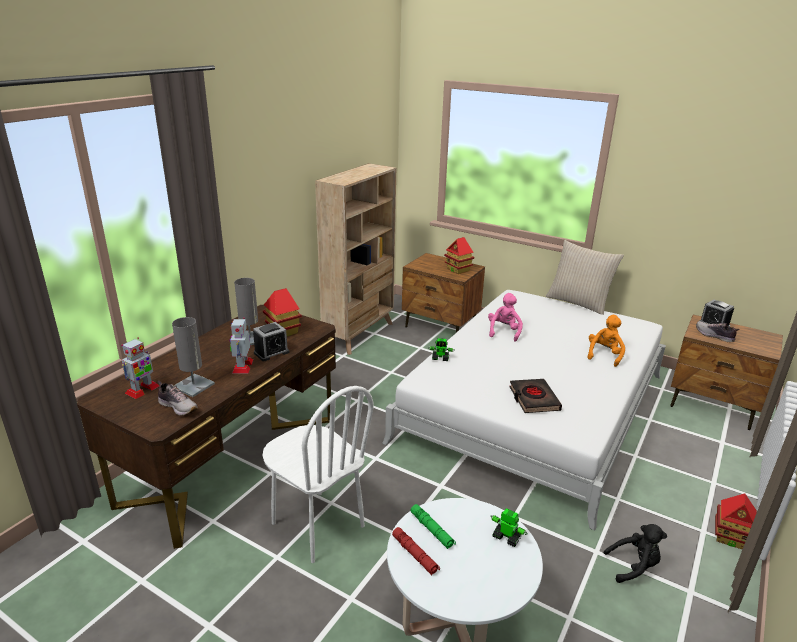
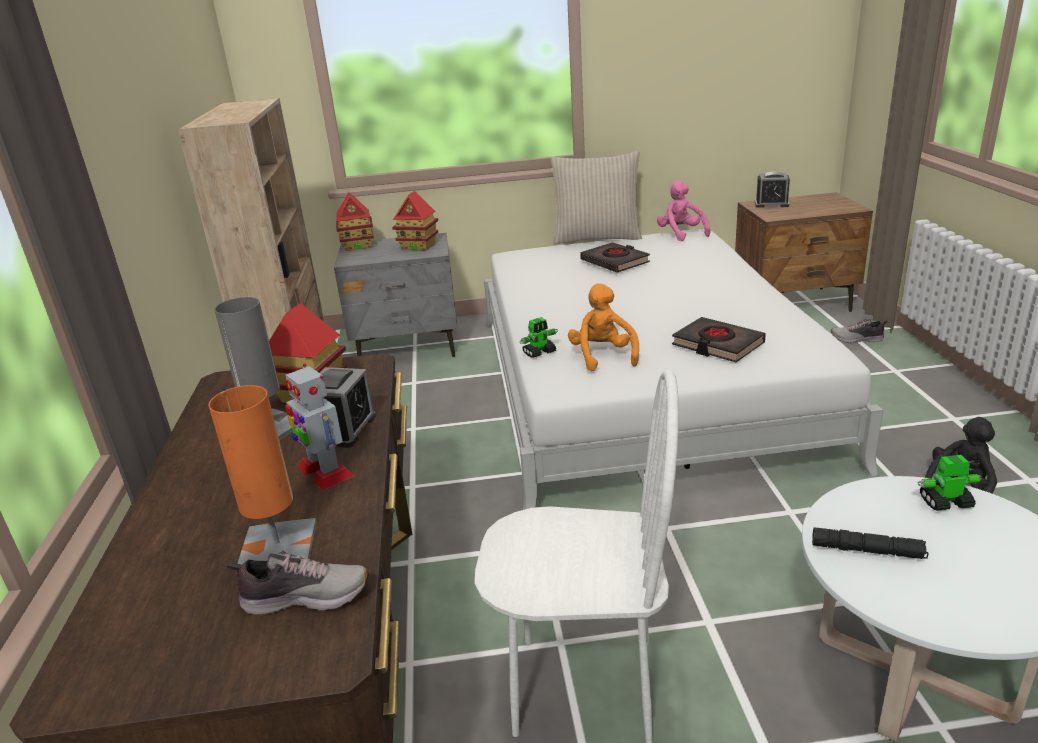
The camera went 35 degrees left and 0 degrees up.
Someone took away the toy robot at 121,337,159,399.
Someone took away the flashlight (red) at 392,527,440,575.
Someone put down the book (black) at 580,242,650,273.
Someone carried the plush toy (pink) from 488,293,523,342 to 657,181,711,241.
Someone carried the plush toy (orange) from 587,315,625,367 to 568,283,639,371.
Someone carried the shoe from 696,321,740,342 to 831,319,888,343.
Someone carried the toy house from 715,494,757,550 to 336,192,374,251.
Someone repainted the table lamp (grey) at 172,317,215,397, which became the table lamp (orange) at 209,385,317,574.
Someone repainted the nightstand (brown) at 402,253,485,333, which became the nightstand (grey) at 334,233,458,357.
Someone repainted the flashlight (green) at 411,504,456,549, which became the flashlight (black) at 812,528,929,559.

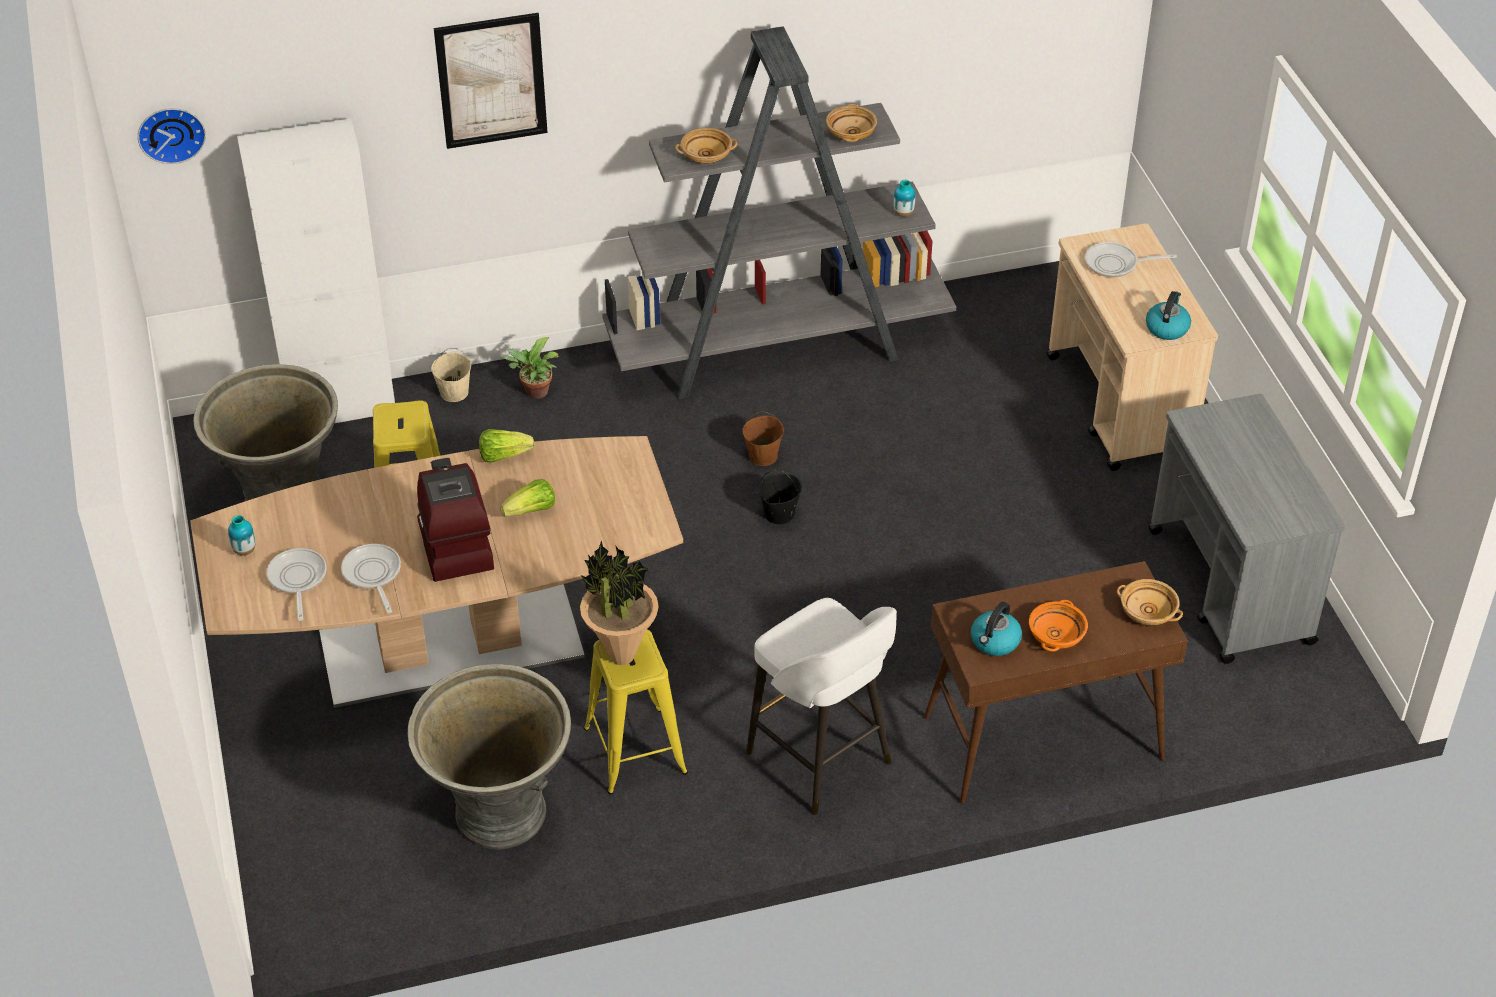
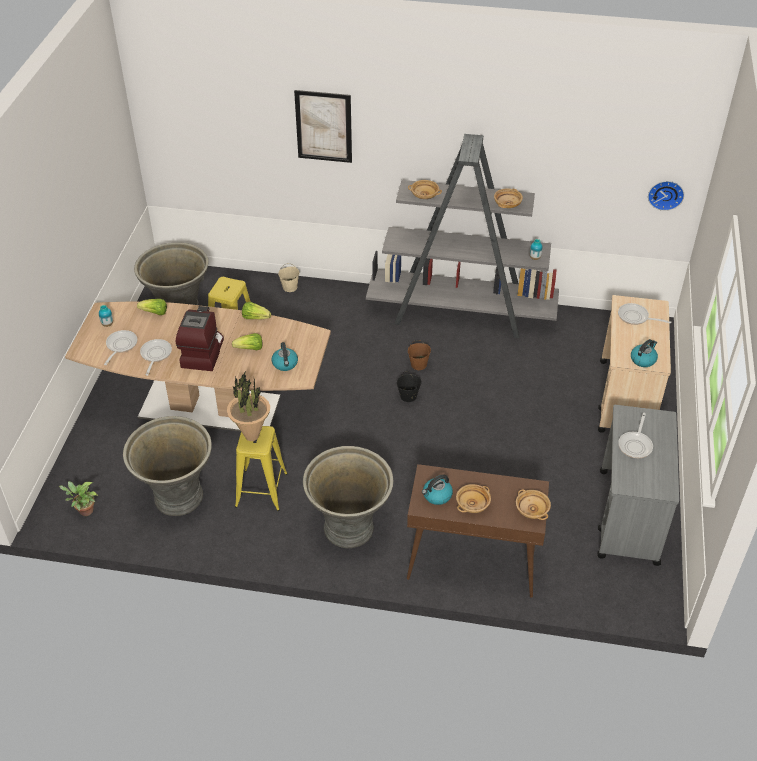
The camera went 25 degrees right and 0 degrees up.
Someone took away the cabinet (white) at 237,118,395,423.
Someone put down the lettuce at 137,299,167,315.
Someone put down the kettle at 272,342,298,371.
Someone put down the frying pan at 618,413,653,458.
Someone carried the wall clock from 138,108,206,164 to 648,181,684,211.
Someone carried the potted plant from 500,337,559,399 to 59,481,98,516.
Someone swapped the stool (white) at 746,598,897,815 for the planter (grey) at 303,446,393,548.
Someone repainted the bowl (orange) at 1029,600,1088,652, which became the bowl (beige) at 456,484,491,513.

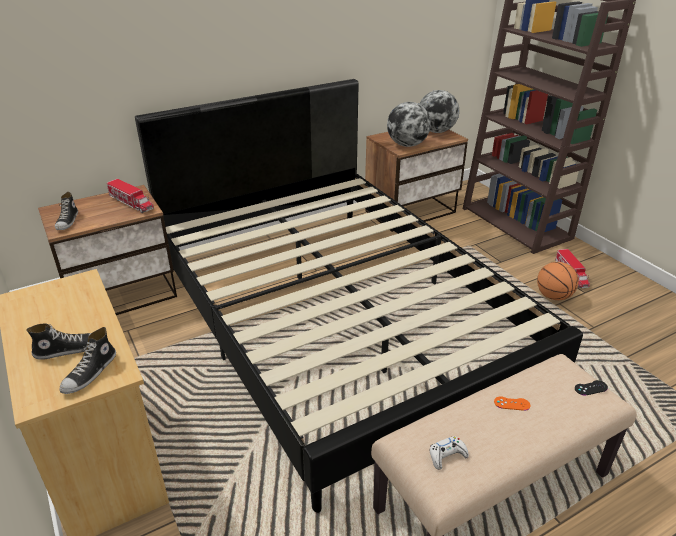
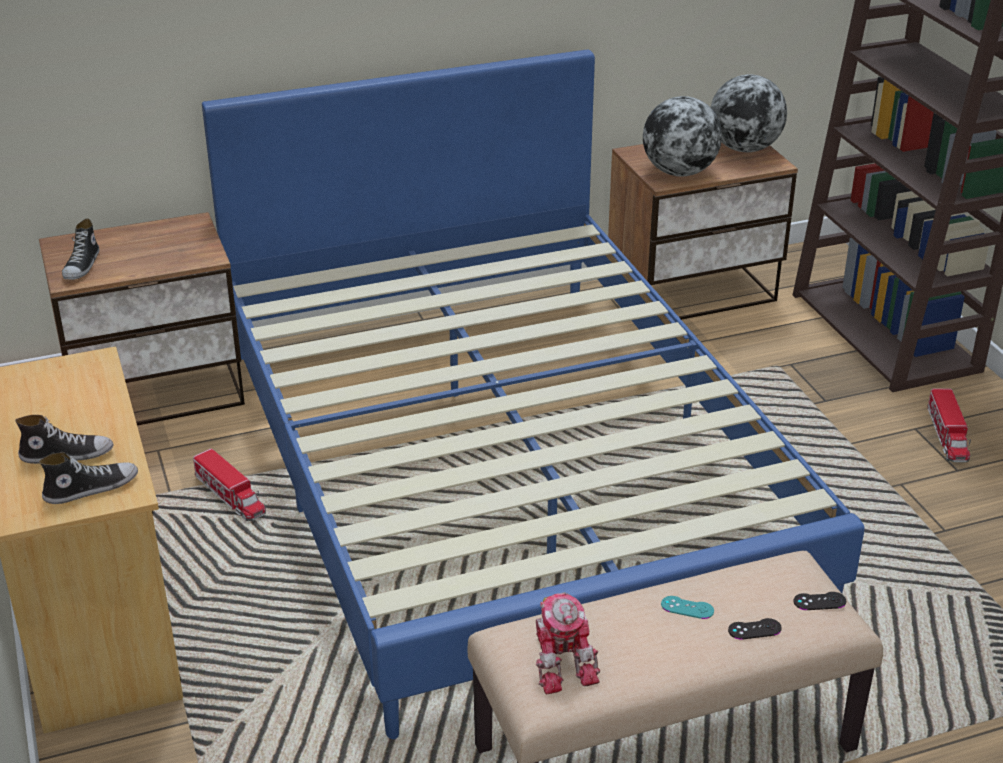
The camera went 10 degrees right and 0 degrees up.
Someone took away the basketball at 537,262,579,300.
Someone put down the game controller (black) at 728,618,782,640.
Someone carried the toy truck from 107,179,154,213 to 193,448,266,521.
Someone swapped the game controller (white) at 429,436,469,470 for the toy robot at 536,592,600,695.
Someone repainted the bed (black) at 135,79,583,513, which became the bed (blue) at 202,49,865,739.
Someone repainted the game controller (orange) at 494,396,531,411, which became the game controller (turquoise) at 661,596,714,619.
Someone rotated the shoe at 60,327,116,394 by 150 degrees counterclockwise.

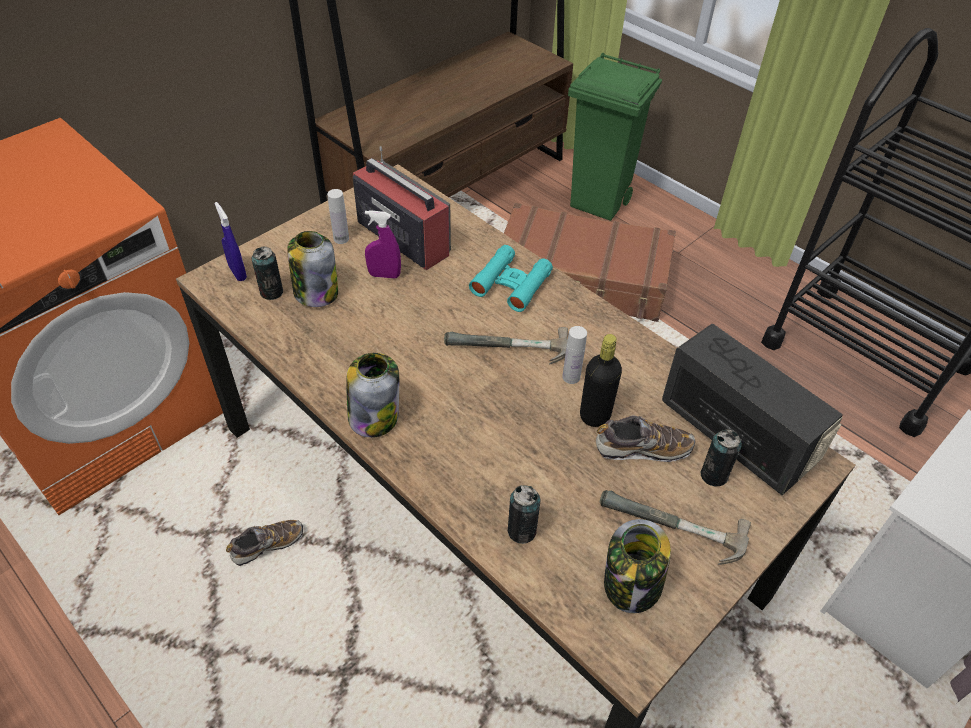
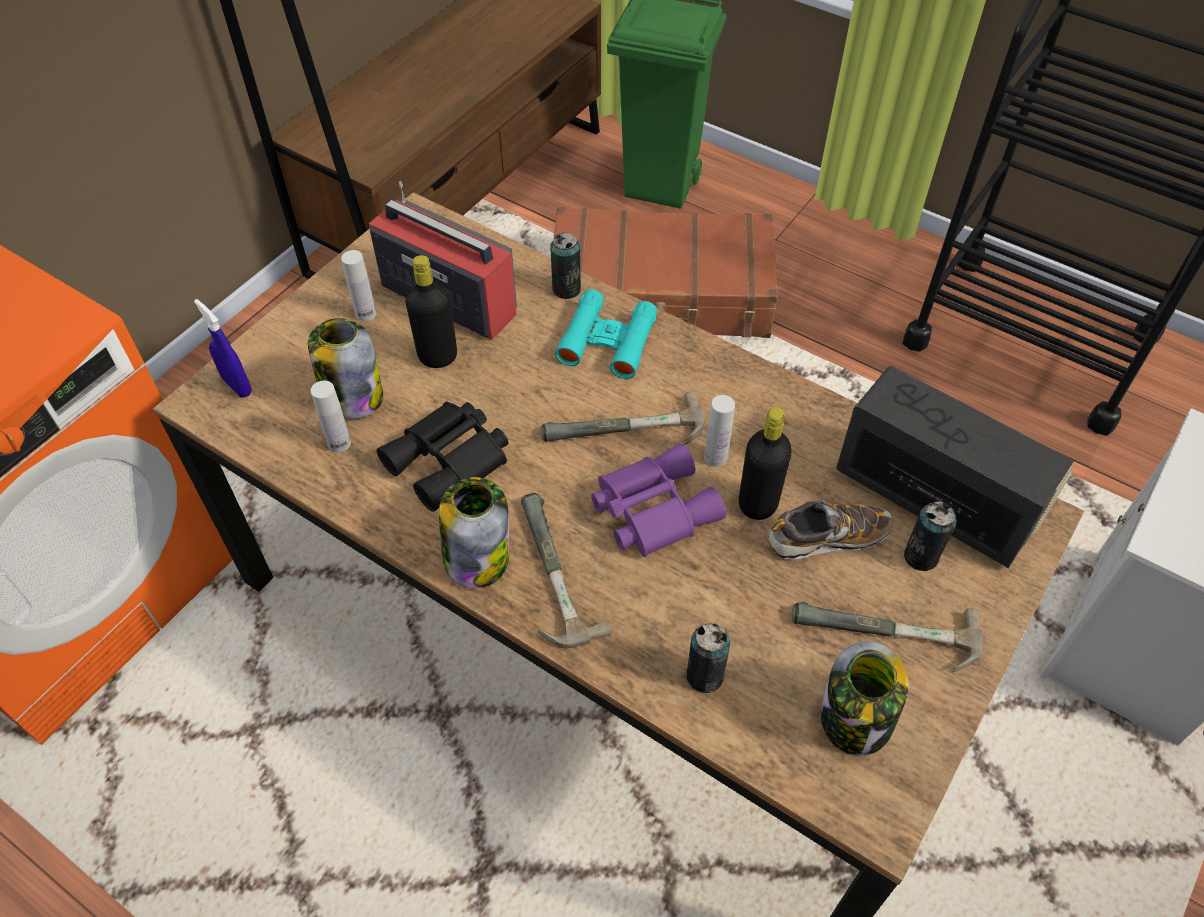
The camera went 10 degrees left and 5 degrees up.
Someone took away the shoe at 226,520,303,566.
Someone put down the bottle (white) at 311,381,351,452.
Someone put down the binoculars (black) at 377,402,508,512.
Someone put down the hammer at 521,493,612,649.
Someone put down the binoculars (purple) at 591,443,726,557.
Someone carried the can from 252,246,283,300 to 550,232,581,299.
Someone swapped the spray bottle (purple) at 365,210,401,279 for the bottle (black) at 405,255,457,368.

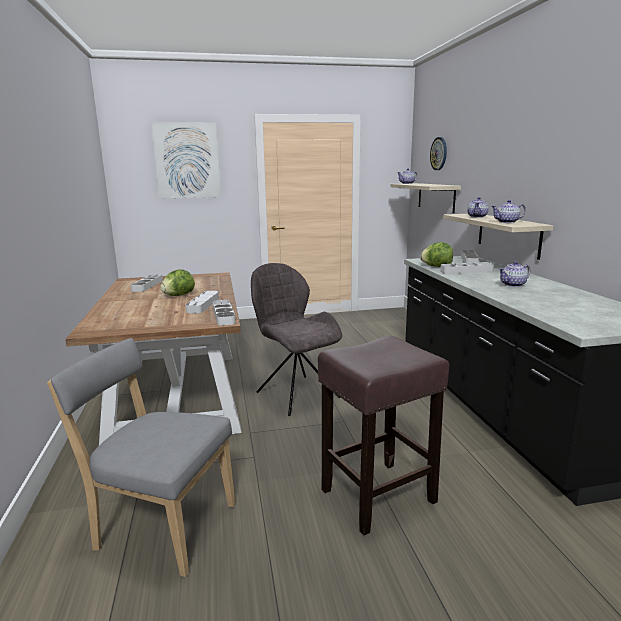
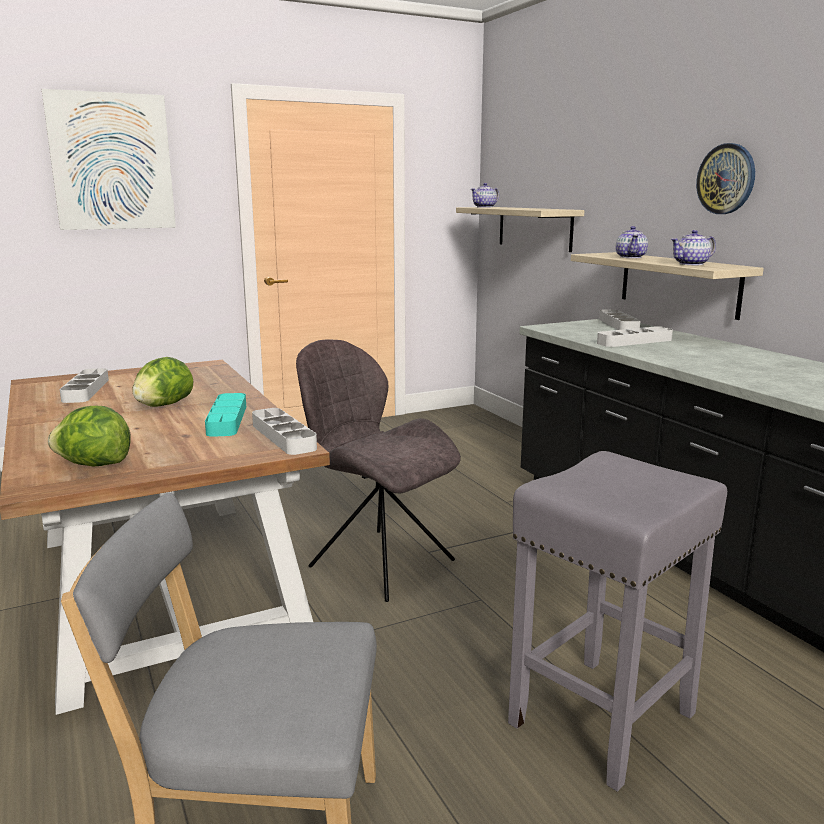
The camera went 15 degrees left and 0 degrees up.
Someone took away the teapot at 499,261,531,287.
Someone carried the lettuce from 420,242,453,267 to 48,406,131,466.
Someone carried the wall clock from 430,137,447,170 to 696,143,755,214.
Someone repainted the tray (grey) at 185,291,219,314, which became the tray (turquoise) at 205,393,246,437.
Someone repainted the stool (brown) at 318,336,449,535, which became the stool (grey) at 508,451,727,792.

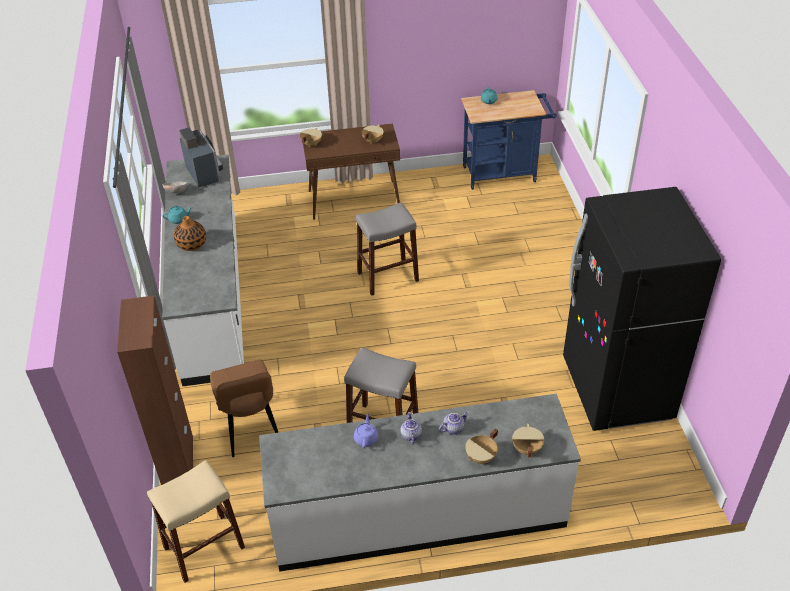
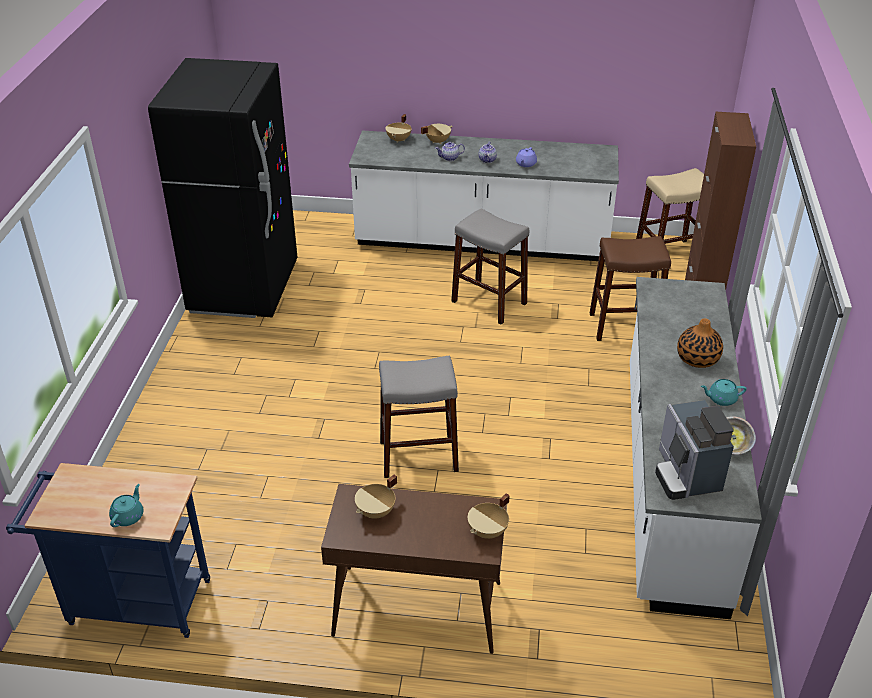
The camera went 165 degrees left and 5 degrees down.
Someone swapped the chair (brown) at 210,360,279,457 for the stool (brown) at 590,236,671,341.

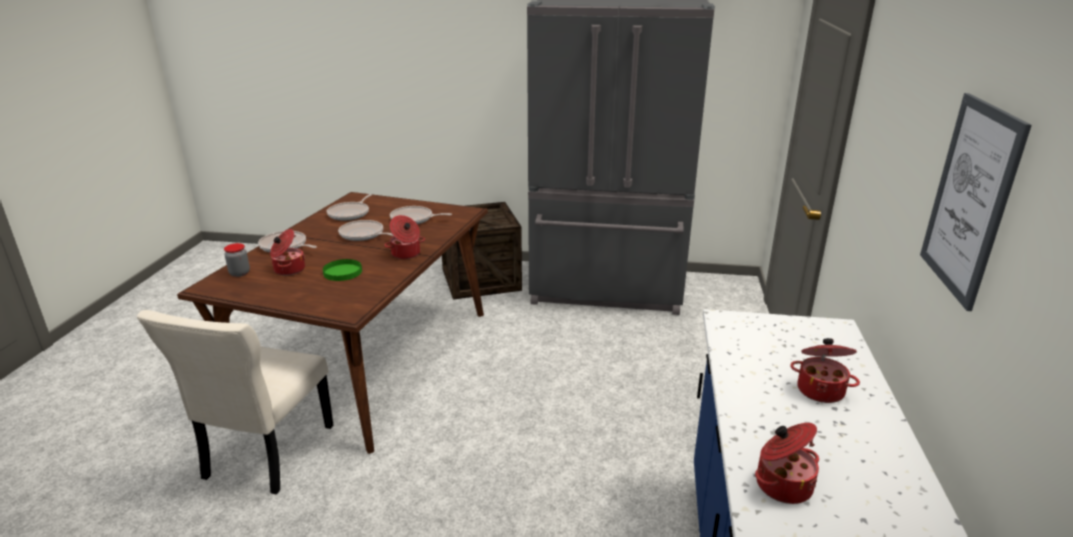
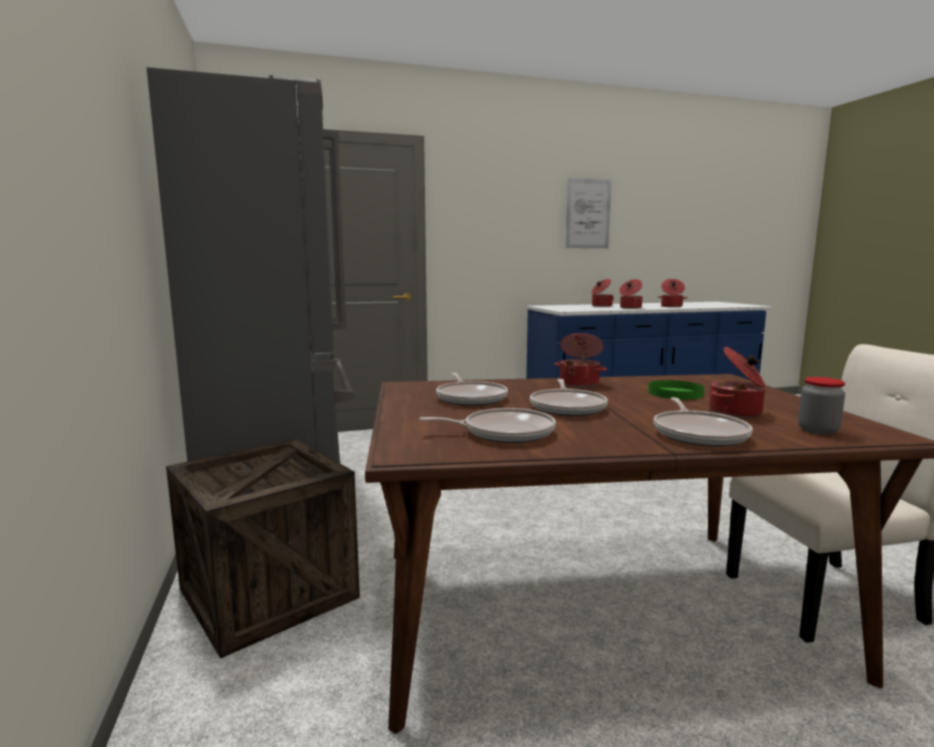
The camera went 115 degrees left and 15 degrees down.
Someone put down the cooking pot at 619,279,642,309.

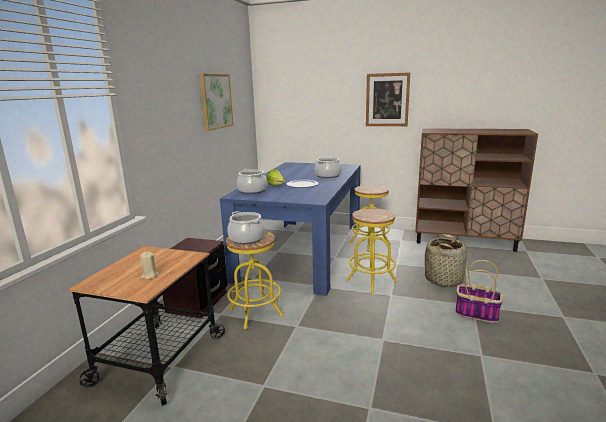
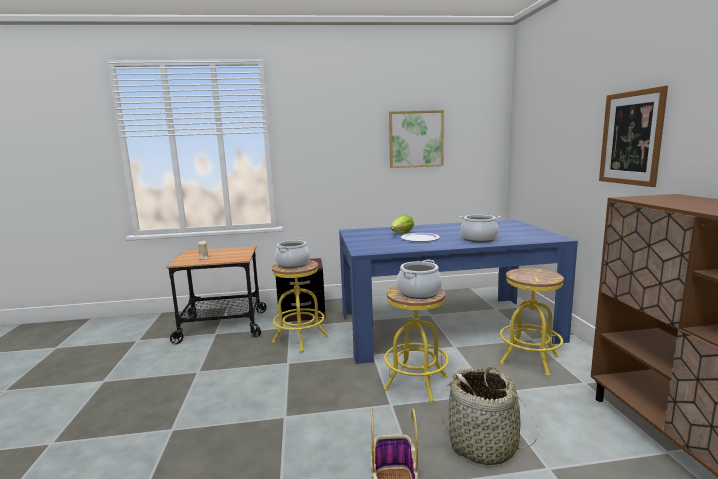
The camera went 65 degrees right and 5 degrees down.
Someone carried the cooking pot from 237,169,267,194 to 397,260,442,299.

